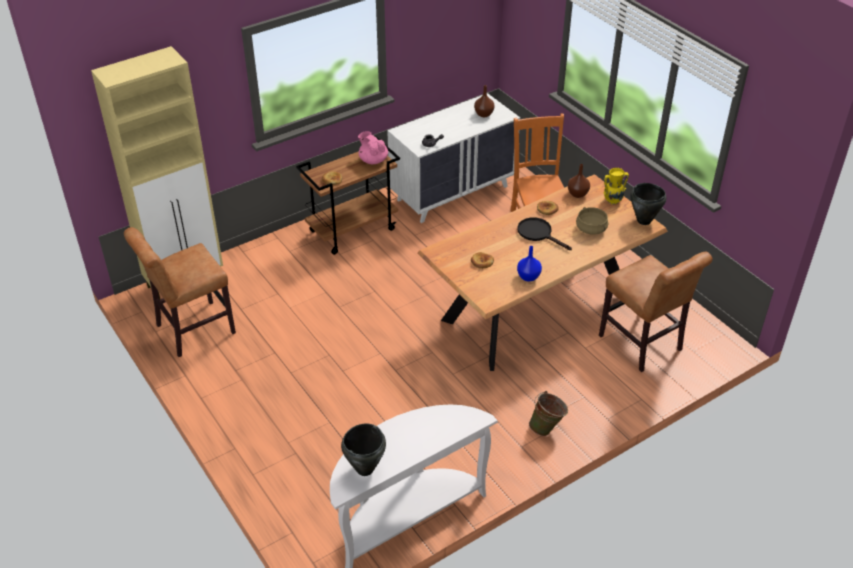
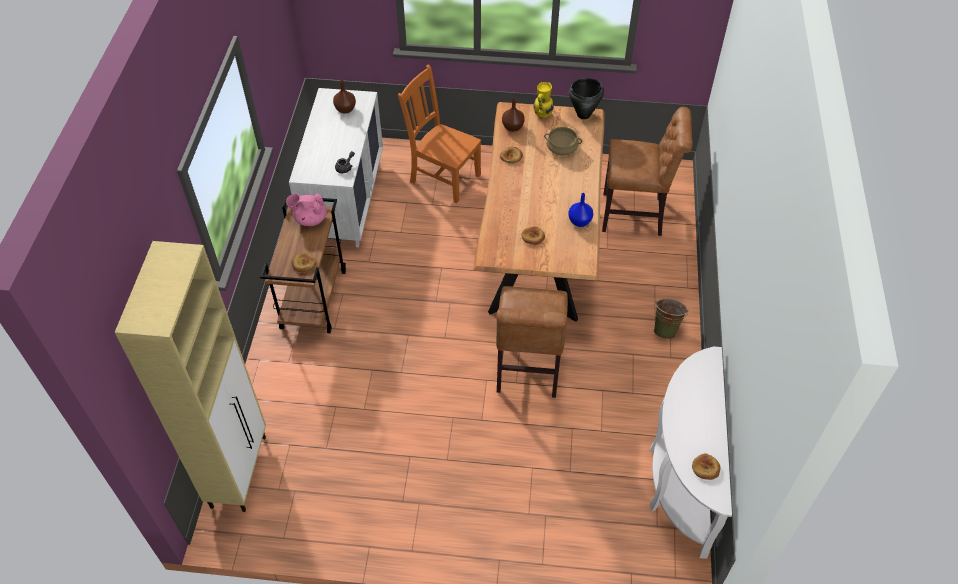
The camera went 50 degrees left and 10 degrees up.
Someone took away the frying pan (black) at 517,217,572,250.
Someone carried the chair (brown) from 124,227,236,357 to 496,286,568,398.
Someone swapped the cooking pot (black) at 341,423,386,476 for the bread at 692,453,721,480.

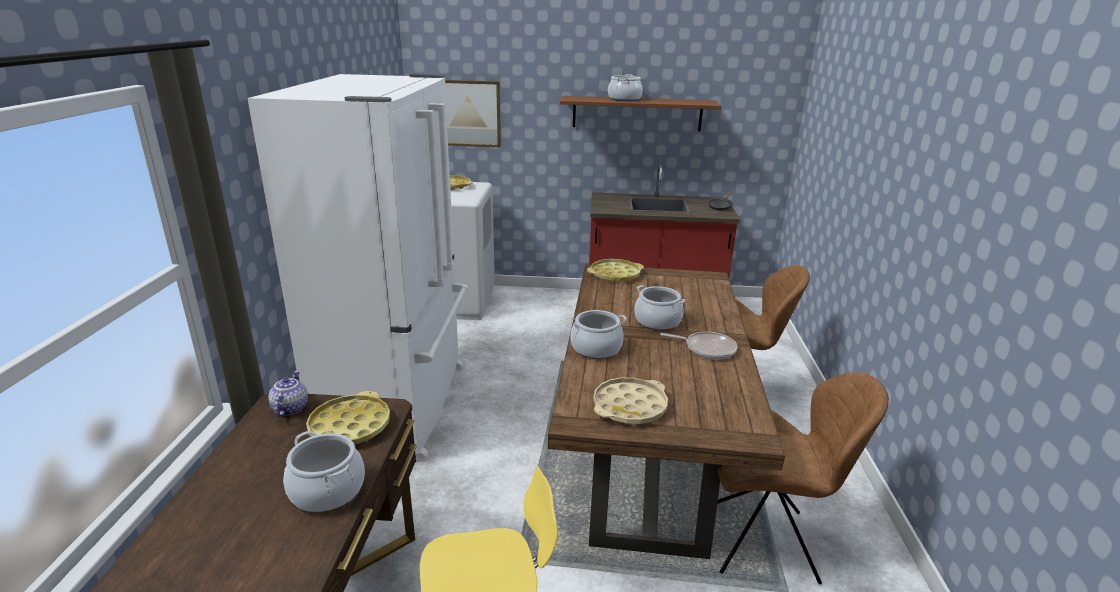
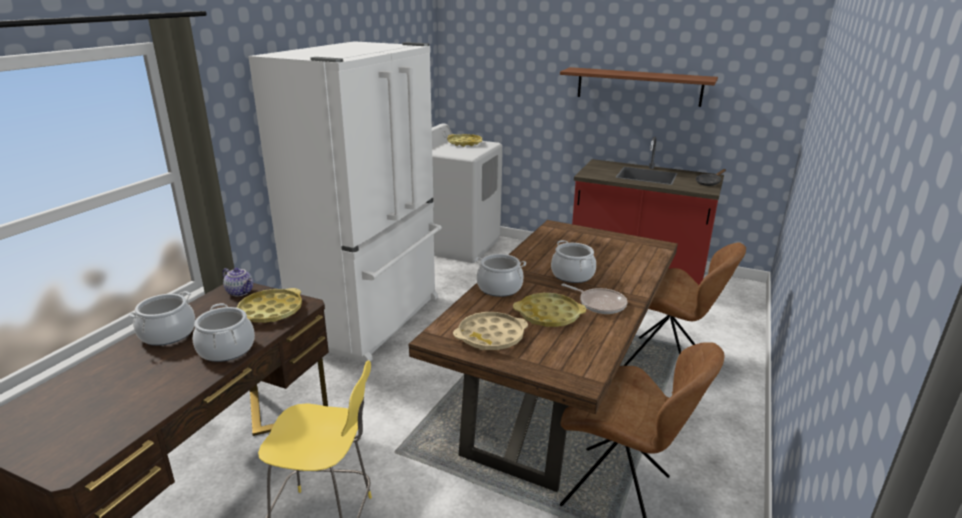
The camera went 20 degrees right and 0 degrees up.
Someone took away the picture at 445,80,501,147.
Someone carried the tray (yellow) from 587,259,644,282 to 513,293,586,327.
Someone carried the cooking pot from 608,74,643,101 to 128,291,195,346.
Someone rotated the teapot at 268,371,308,417 by 105 degrees clockwise.

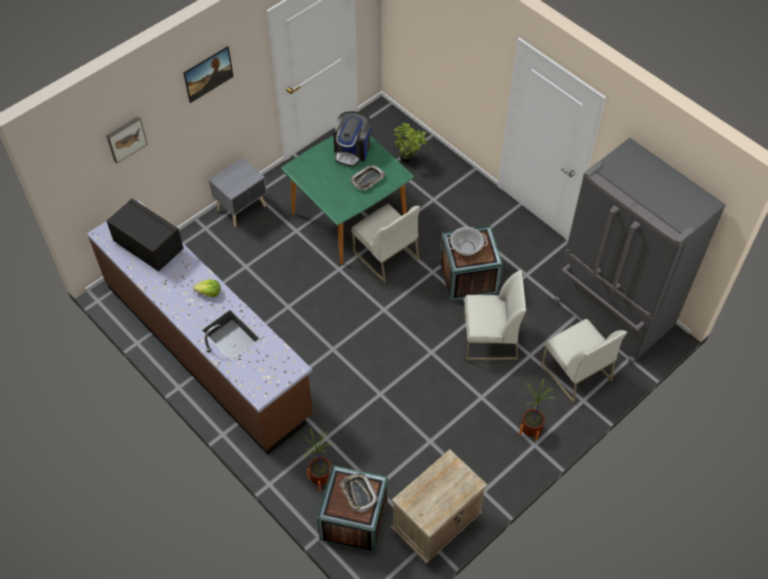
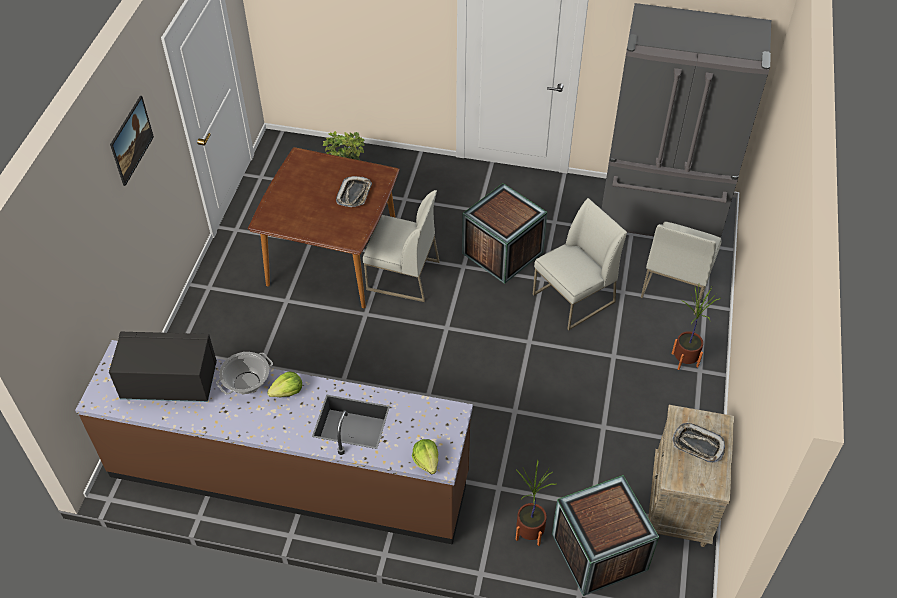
The camera went 35 degrees left and 5 degrees down.
Someone took away the picture at 106,117,148,163.
Someone took away the nightstand (grey) at 209,158,267,227.
Someone took away the coffee machine at 333,111,372,167.
Someone put down the lettuce at 412,439,438,474.
Someone carried the tray from 340,473,378,512 to 672,423,725,462.
Someone carried the cooking pot from 447,227,487,256 to 216,352,273,395.
Someone repainted the dining table (green) at 281,136,414,265, which became the dining table (brown) at 248,147,400,308.
Someone rotated the chair (white) at 541,319,627,403 by 90 degrees clockwise.

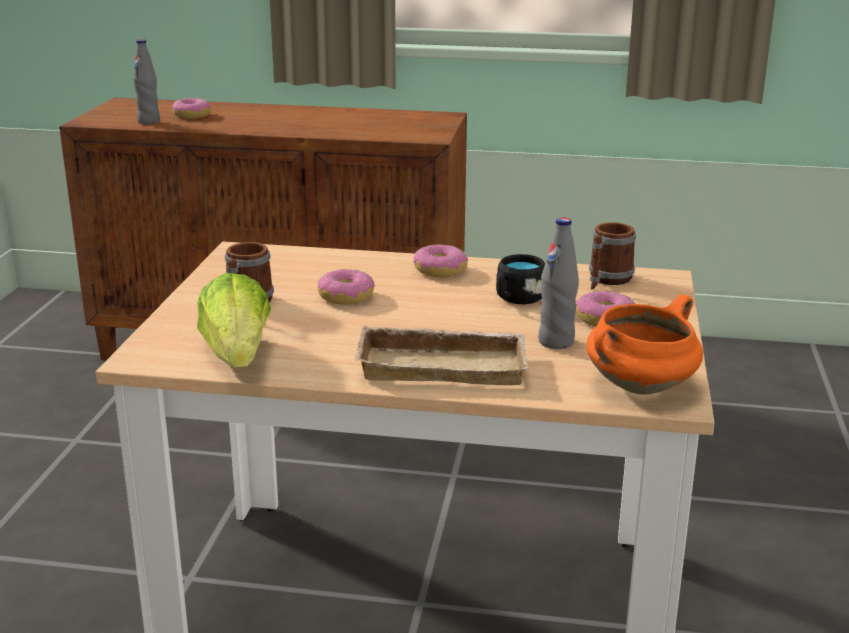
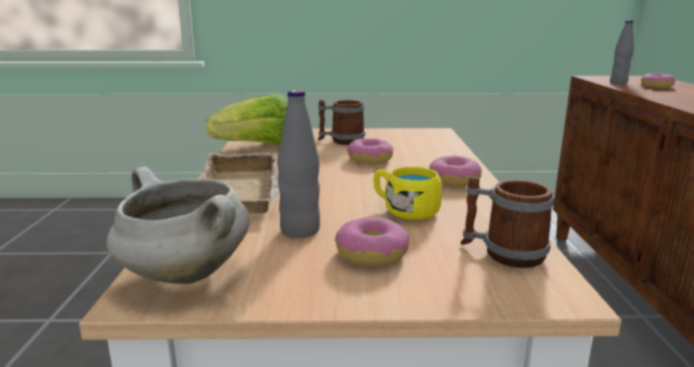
The camera went 80 degrees right and 5 degrees down.
Someone repainted the mug (black) at 496,254,545,304, which became the mug (yellow) at 374,166,442,220.
Someone repainted the cooking pot (orange) at 587,294,703,395, which became the cooking pot (white) at 107,166,250,284.

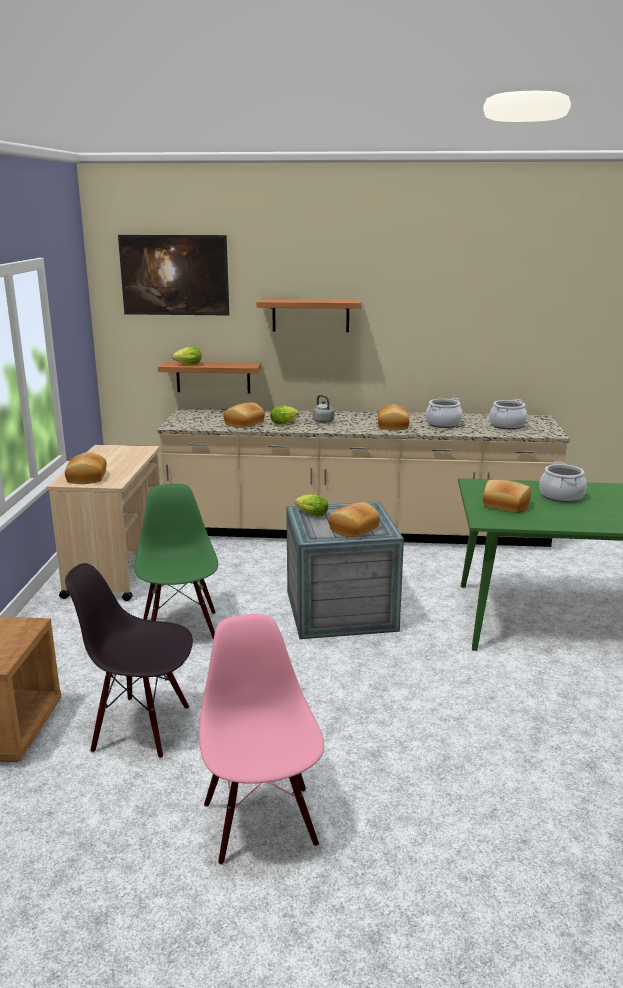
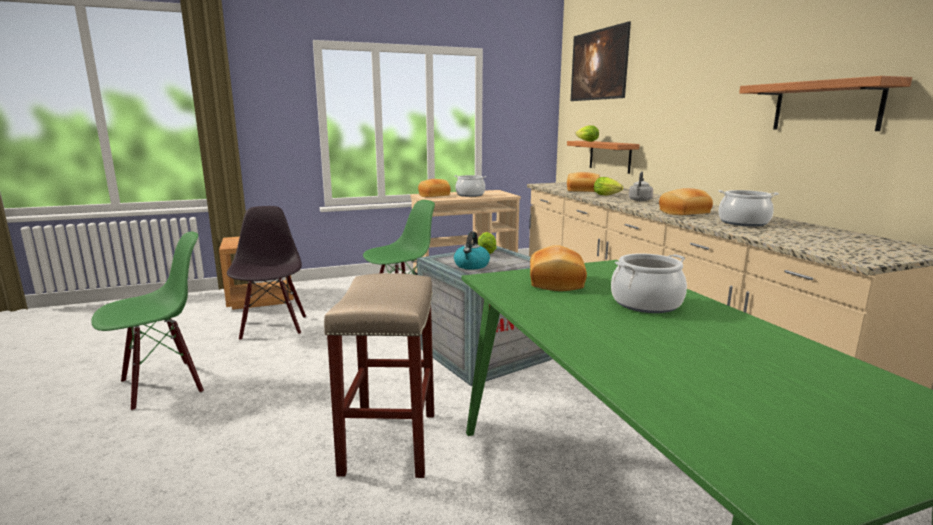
The camera went 65 degrees right and 5 degrees down.
Someone put down the stool (beige) at 324,273,434,478.
Someone carried the shelf from 256,299,362,332 to 739,76,912,131.
Someone carried the cooking pot from 489,399,527,430 to 455,175,487,197.
Someone swapped the bread at 328,502,380,538 for the kettle at 454,232,490,269.
Someone repainted the chair (pink) at 199,614,324,865, which became the chair (green) at 91,231,204,411.

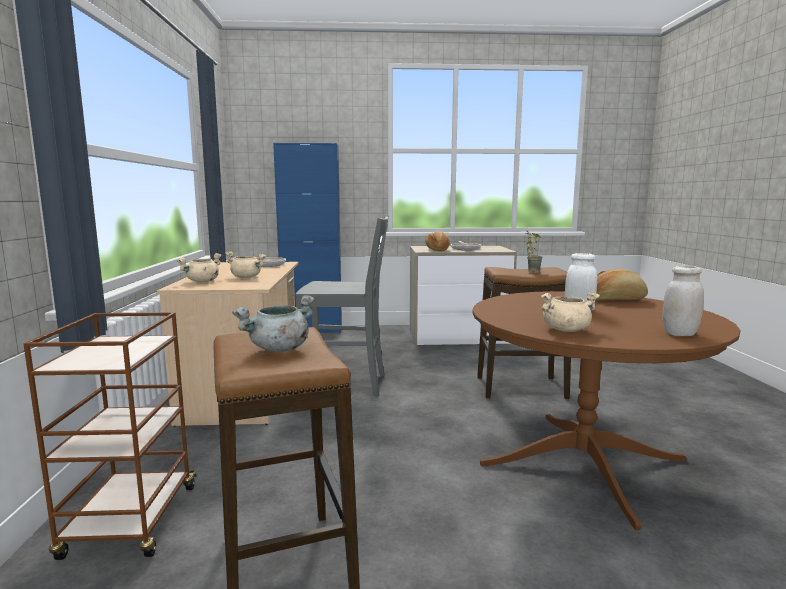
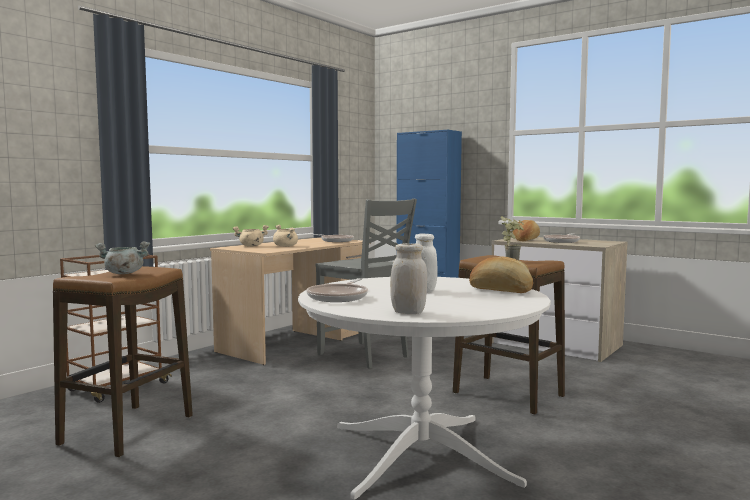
The camera went 40 degrees right and 5 degrees down.
Someone swapped the cooking pot (beige) at 540,292,600,332 for the frying pan at 306,278,368,302.
Someone repainted the dining table (brown) at 472,291,740,530, which became the dining table (white) at 298,277,551,500.

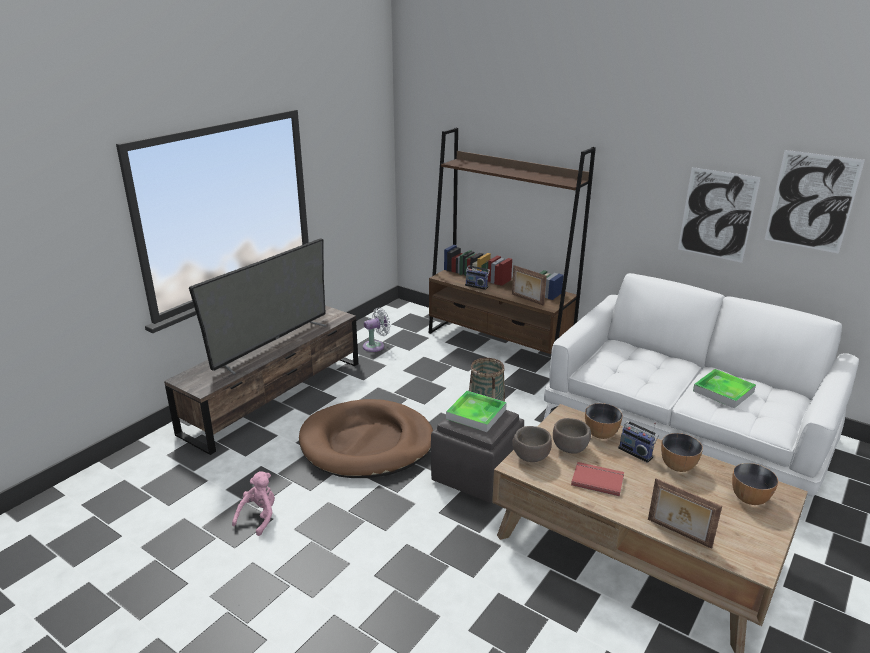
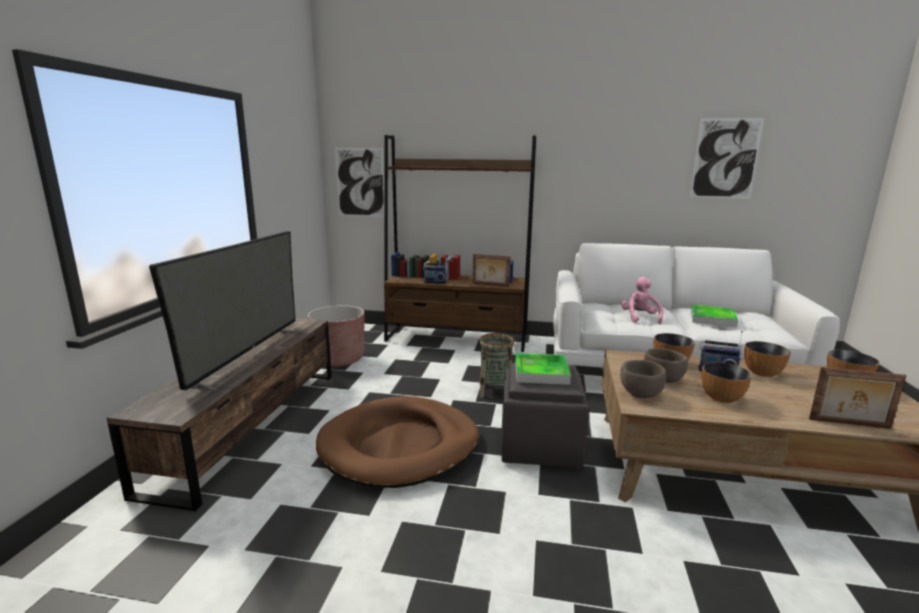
The camera went 25 degrees left and 10 degrees down.
Someone carried the plush toy (pink) from 232,471,275,536 to 621,277,663,324.
Someone carried the picture from 678,167,761,263 to 335,148,384,217.
Someone swapped the fan (white) at 363,308,390,352 for the planter (brown) at 308,305,364,367.
Someone swapped the book (red) at 571,462,624,496 for the bowl at 702,362,752,403.

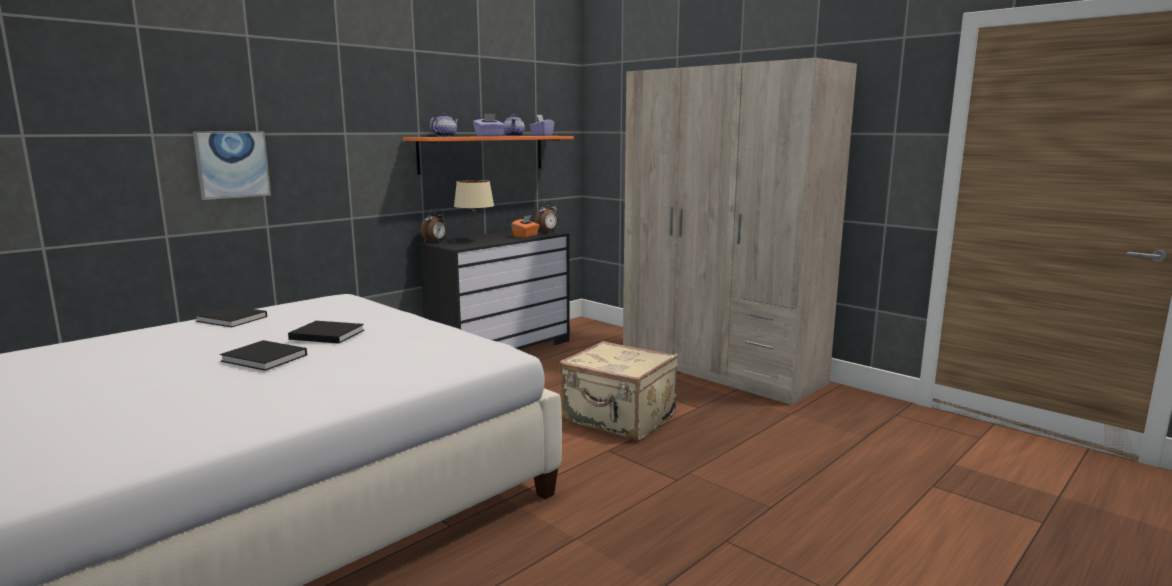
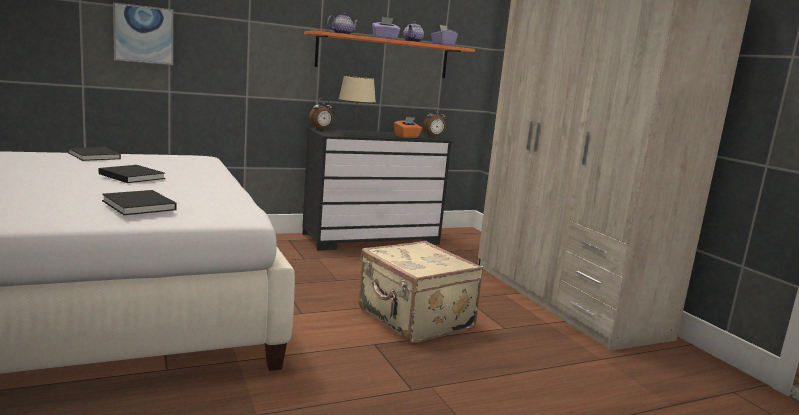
The camera went 20 degrees right and 0 degrees up.
Someone carried the book (black) from 220,340,307,371 to 102,190,177,215.

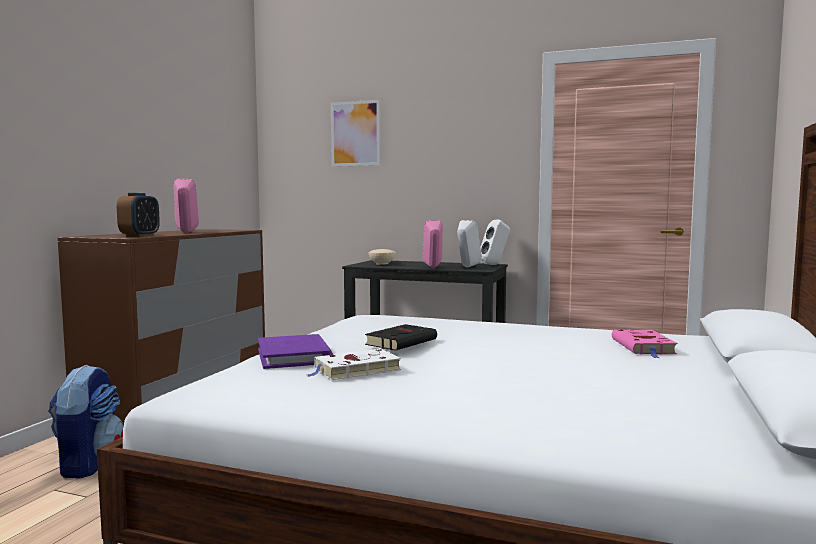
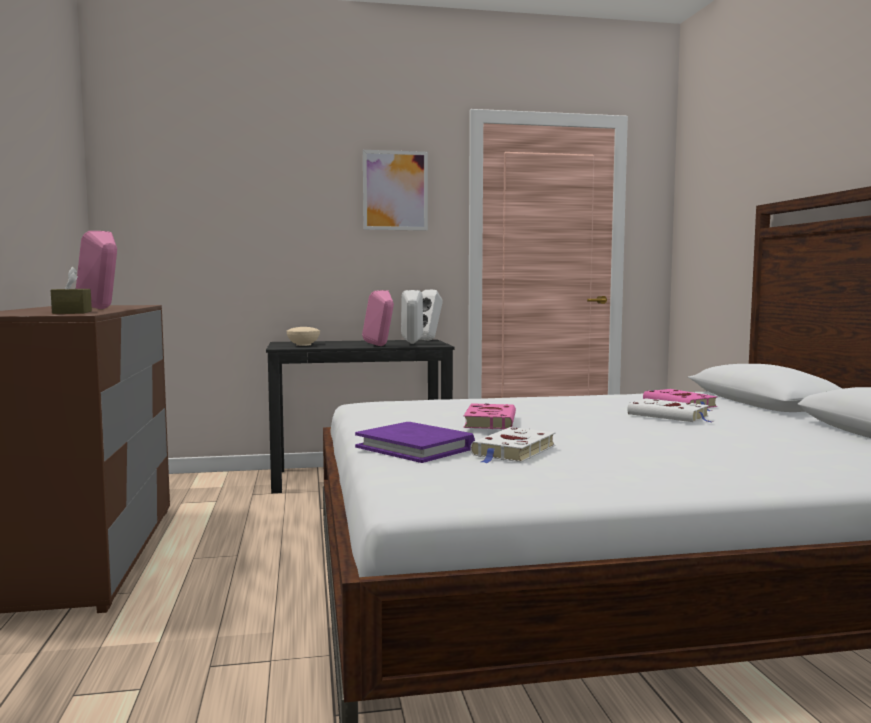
The camera went 30 degrees left and 0 degrees up.
Someone took away the backpack at 48,365,123,479.
Someone put down the book (white) at 627,398,713,423.
Someone carried the picture from 331,100,380,167 to 363,150,428,231.
Someone swapped the alarm clock at 117,193,160,237 for the tissue box (brown) at 51,266,92,314.
Someone repainted the book (black) at 365,324,437,351, which became the book (pink) at 464,403,516,429.

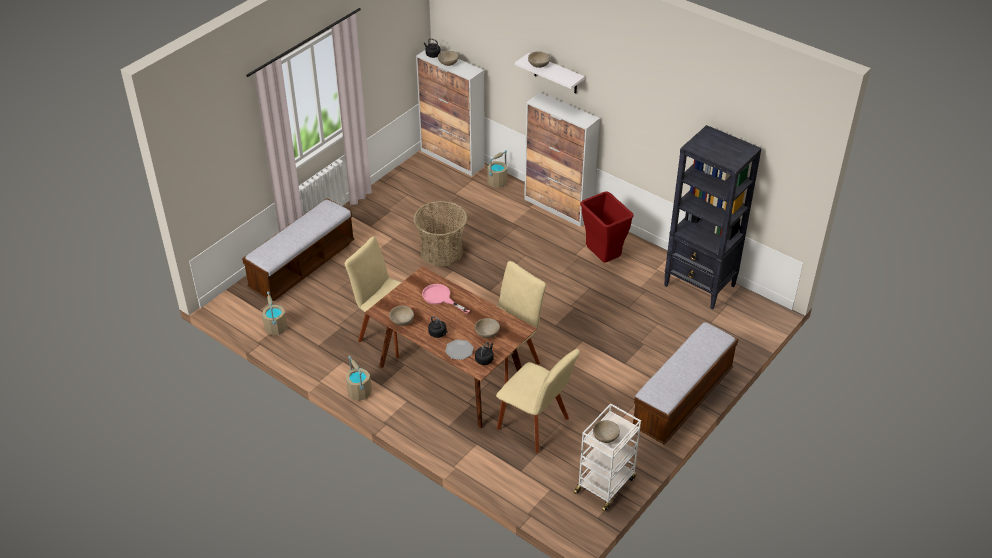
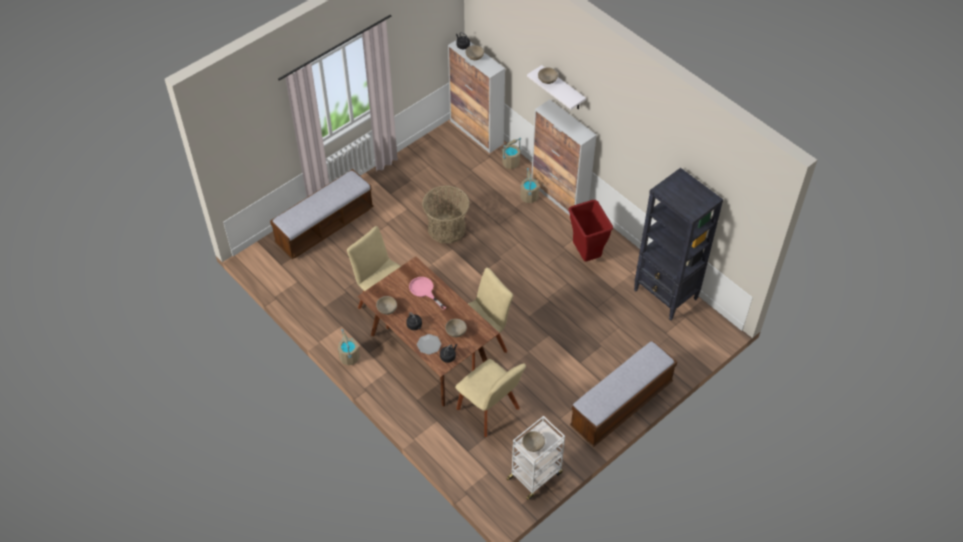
The camera went 10 degrees right and 10 degrees up.
Someone carried the bucket (beige) from 262,291,288,335 to 520,168,539,203.

